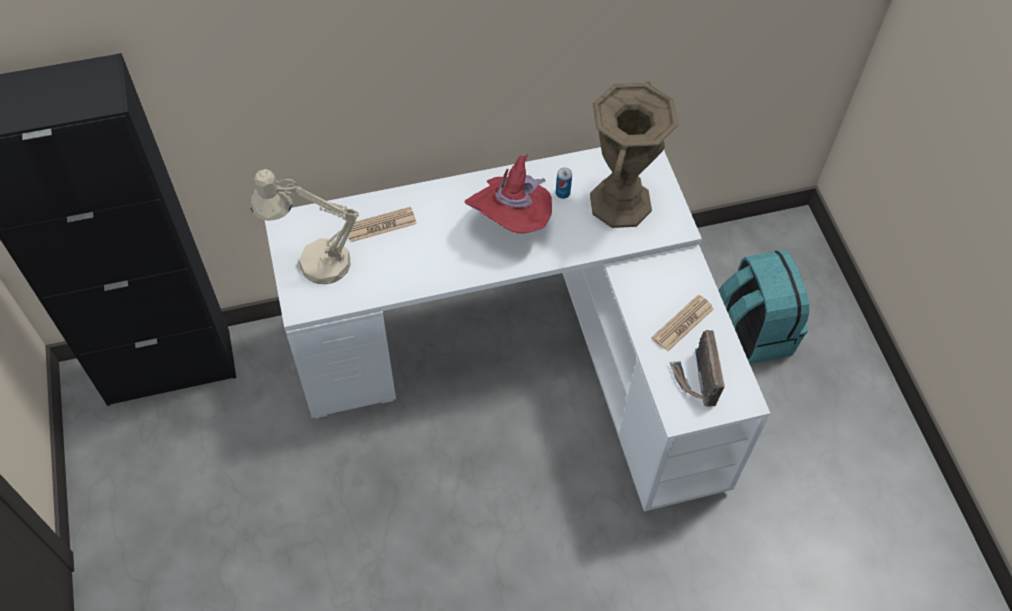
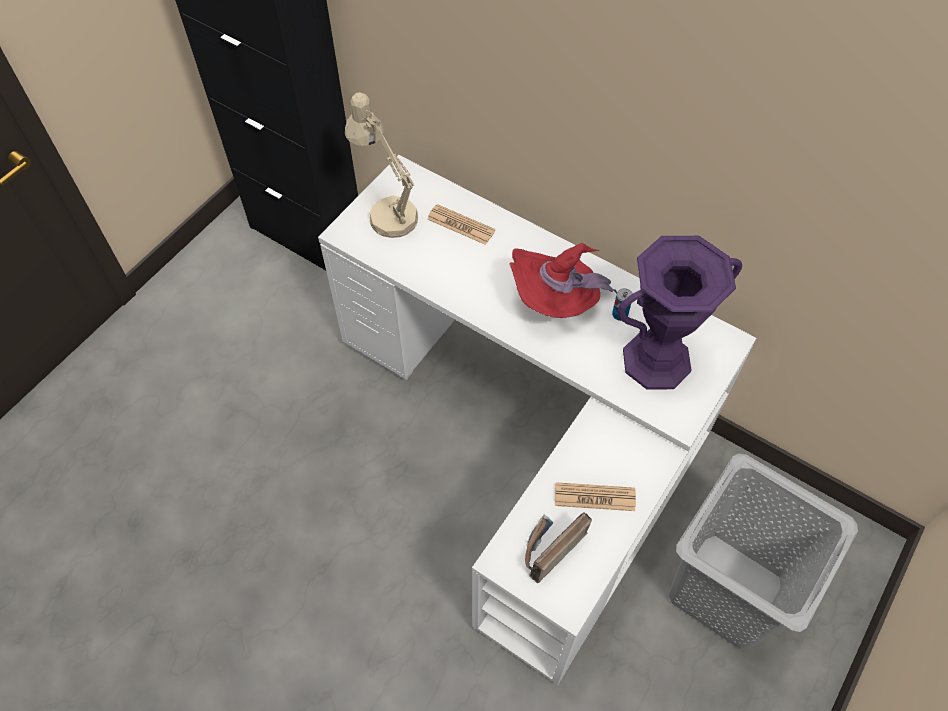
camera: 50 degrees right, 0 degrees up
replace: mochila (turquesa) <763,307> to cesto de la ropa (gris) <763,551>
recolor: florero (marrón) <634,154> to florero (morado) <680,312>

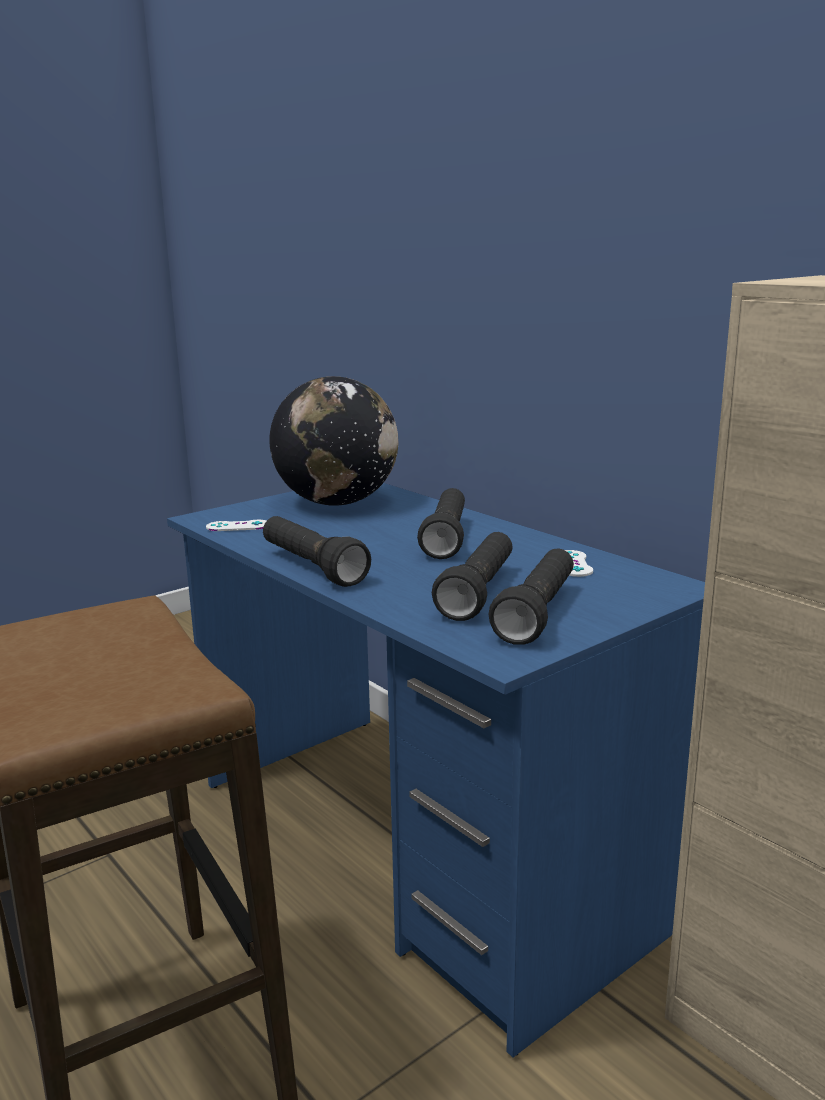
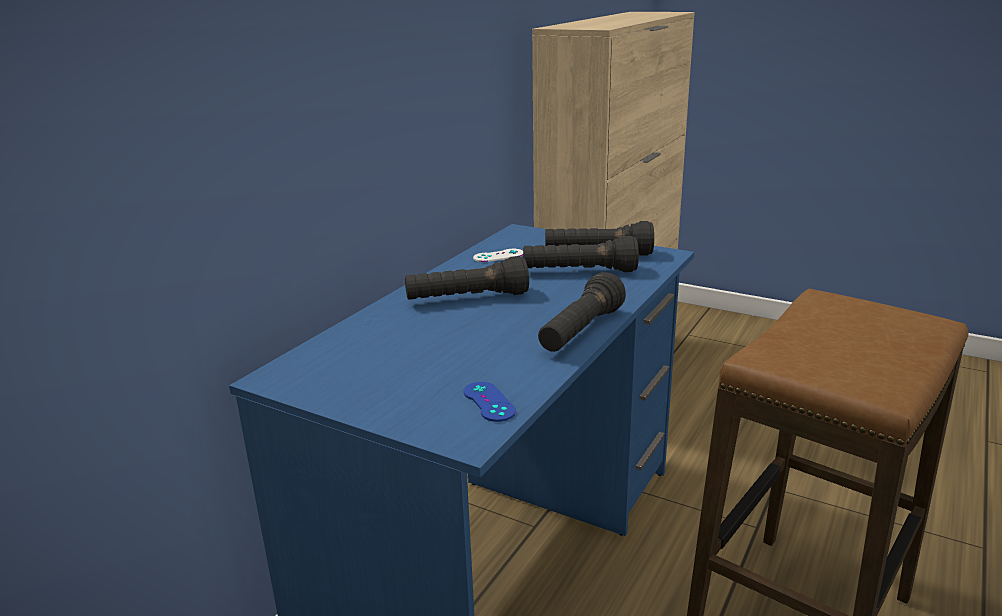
camera: 110 degrees left, 5 degrees up
delete: globo terráqueo <333,441>
recolor: mando de consola (blanco) <236,525> to mando de consola (azul) <490,402>

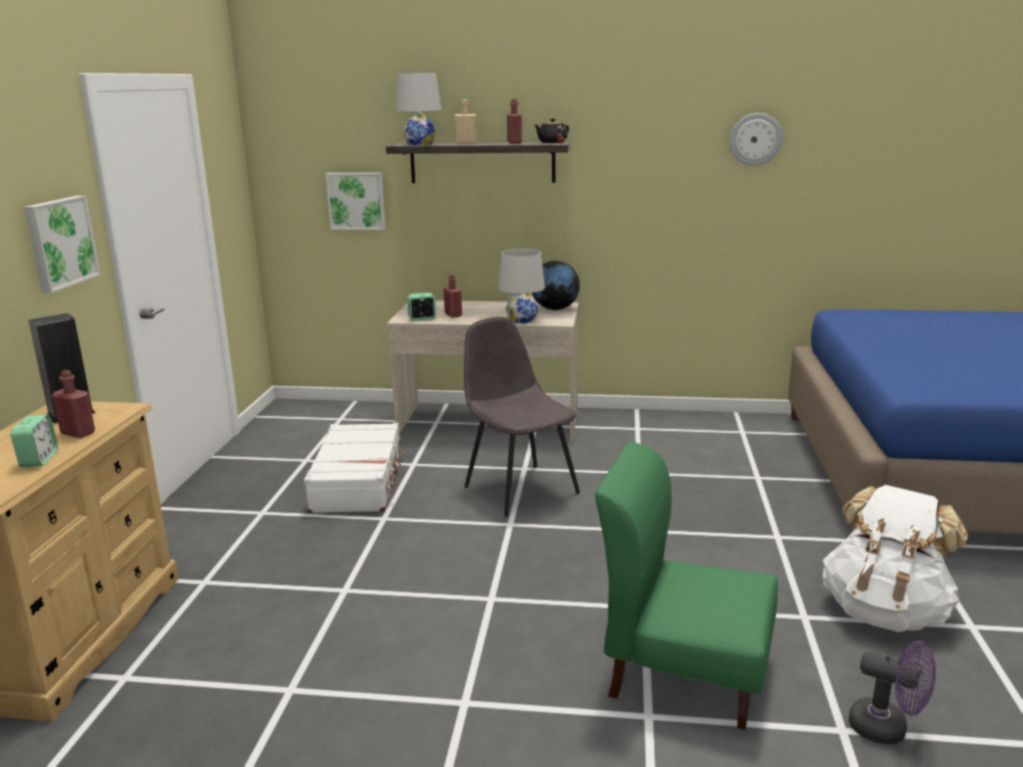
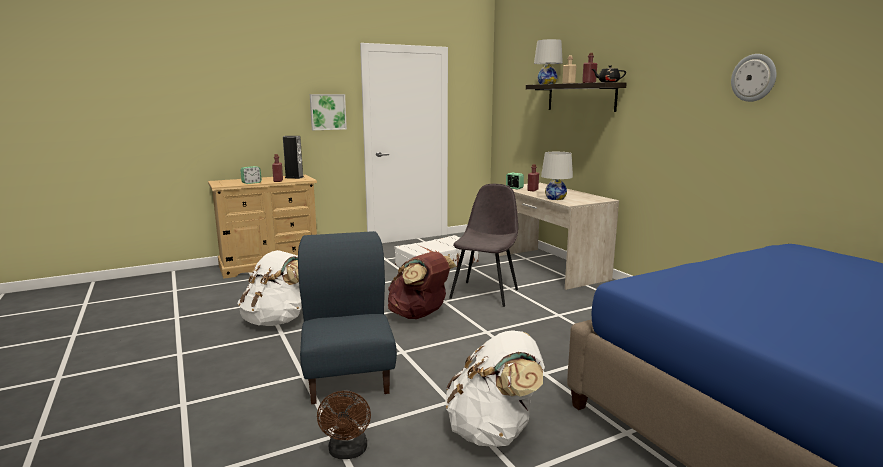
camera: 55 degrees right, 5 degrees down
delete: cuadro <356,201>; globo terráqueo <556,285>
insert: mochila (blanco) <269,288>; mochila (marrón) <422,285>
recolor: silla (verde) <686,586> to silla (azul) <347,317>; ventilador (morado) <892,692> to ventilador (marrón) <344,424>

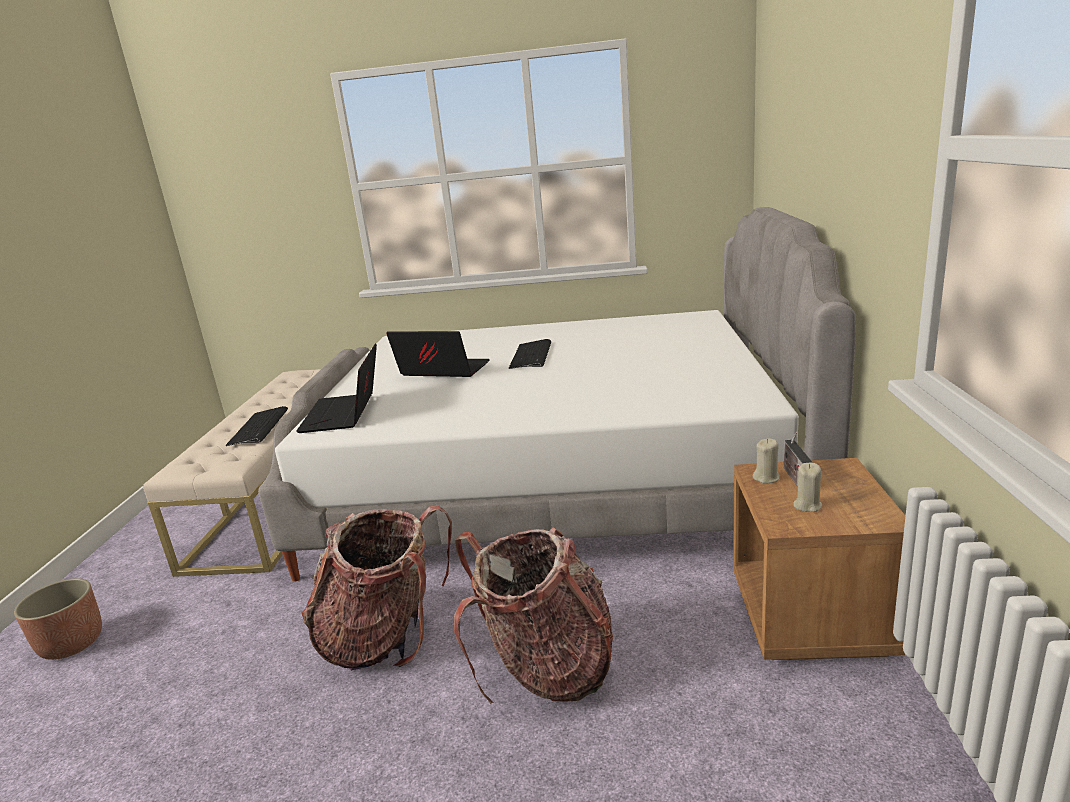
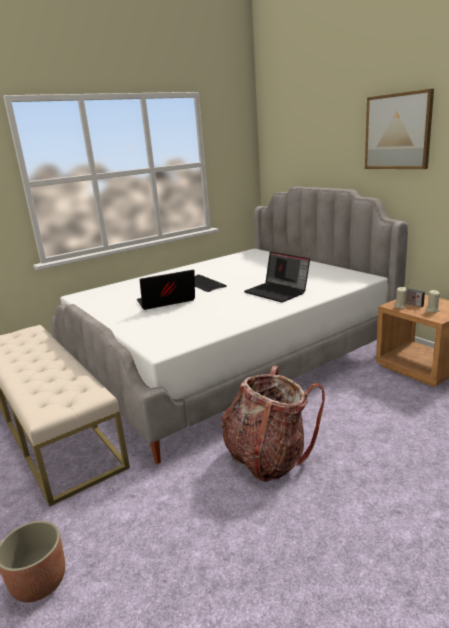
camera: 40 degrees left, 0 degrees up
delete: teclado <256,426>; mochila <533,615>
insert: cuadro <399,129>
move: portátil <336,388> to <277,277>

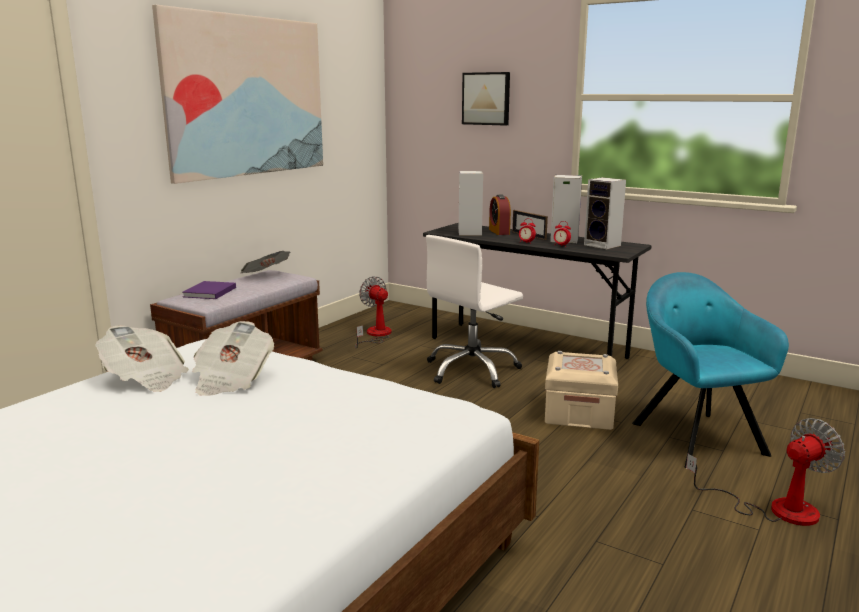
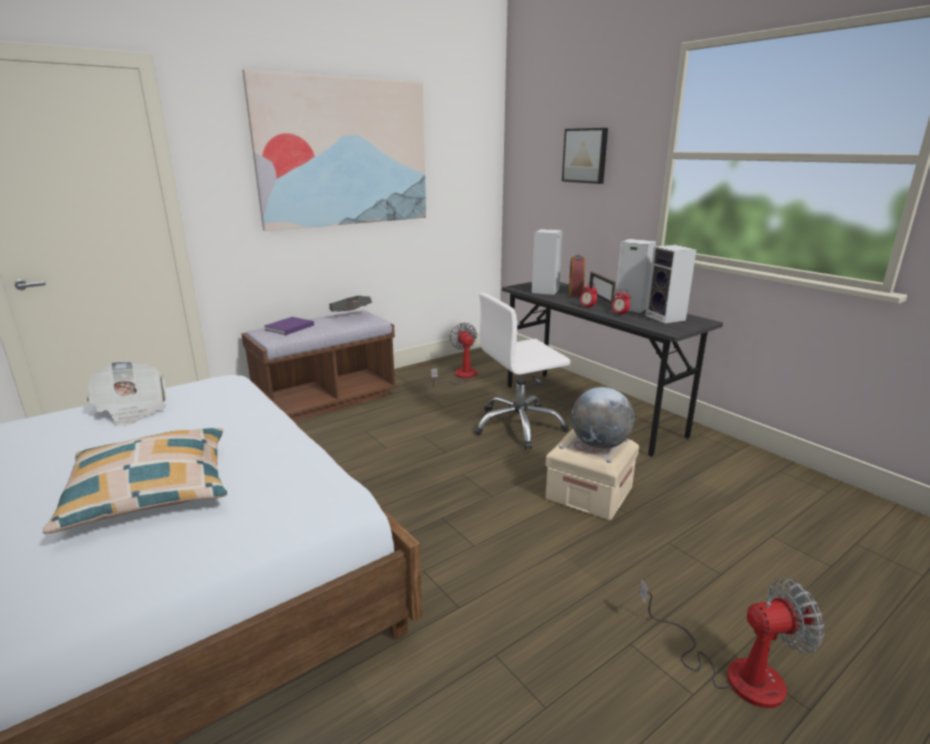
camera: 20 degrees right, 5 degrees up
delete: periódico <233,358>; sillón (turquesa) <710,370>
insert: cojín <135,481>; globo terráqueo <603,418>

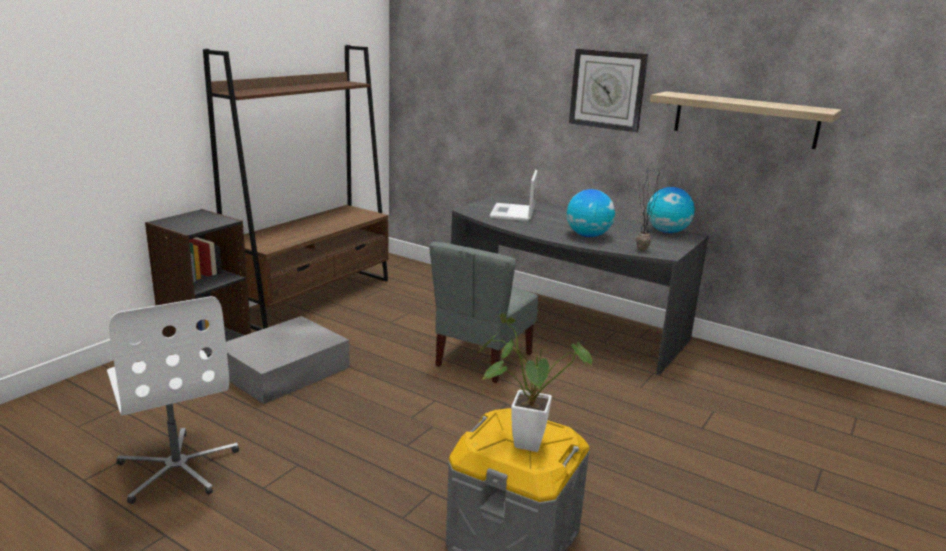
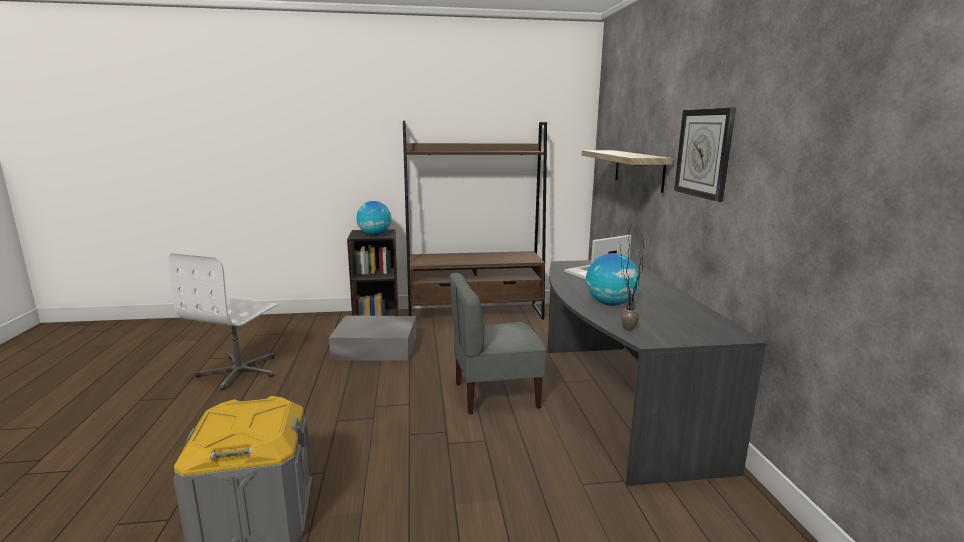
camera: 50 degrees right, 5 degrees down
delete: planta en maceta <535,382>
move: globo terráqueo <670,210> to <373,218>; estante <745,120> to <627,171>

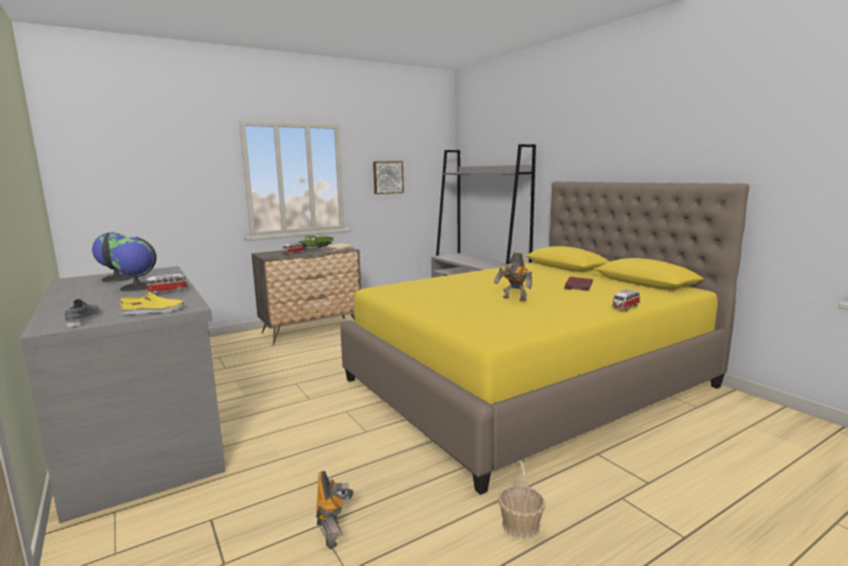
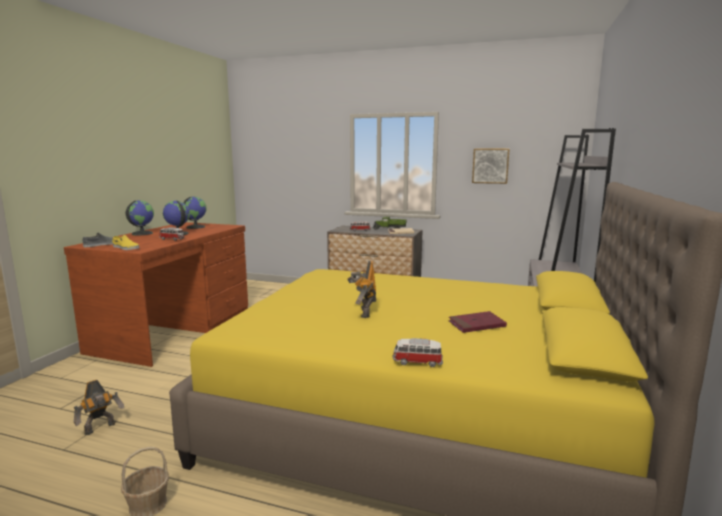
camera: 50 degrees right, 0 degrees up
insert: globo terráqueo <140,218>
recolor: escritorio (gris) <123,394> to escritorio (marrón) <156,294>

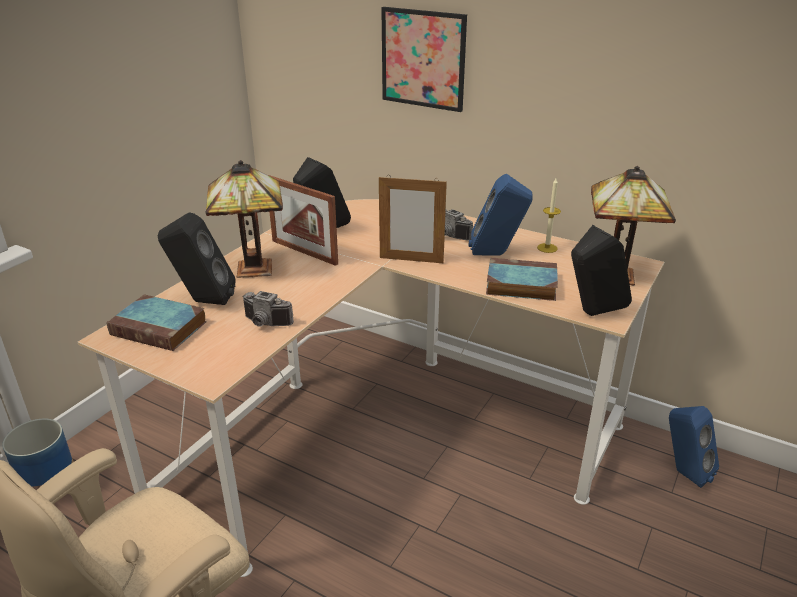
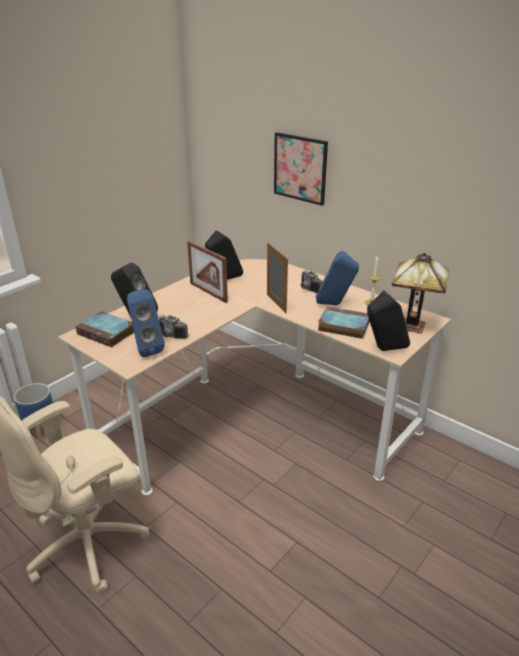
camera: 10 degrees right, 0 degrees up
delete: lámpara de mesa <244,219>
move: altavoz (azul) <694,447> to <146,323>
rotate: portarretratos <413,219> = <277,278> 135 degrees counterclockwise

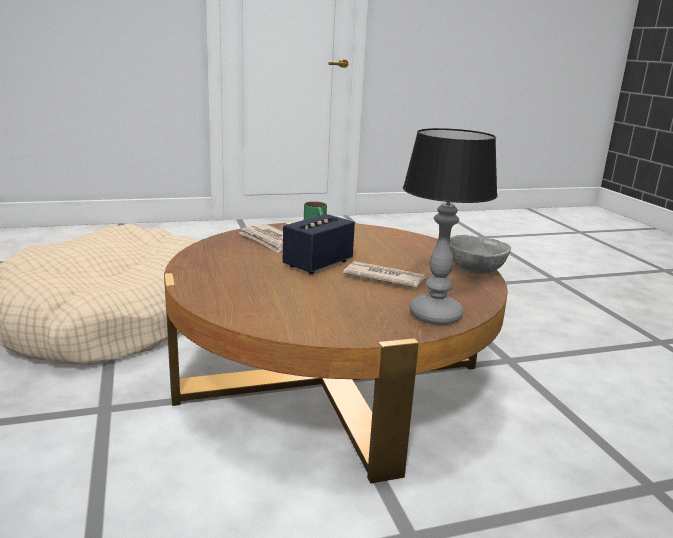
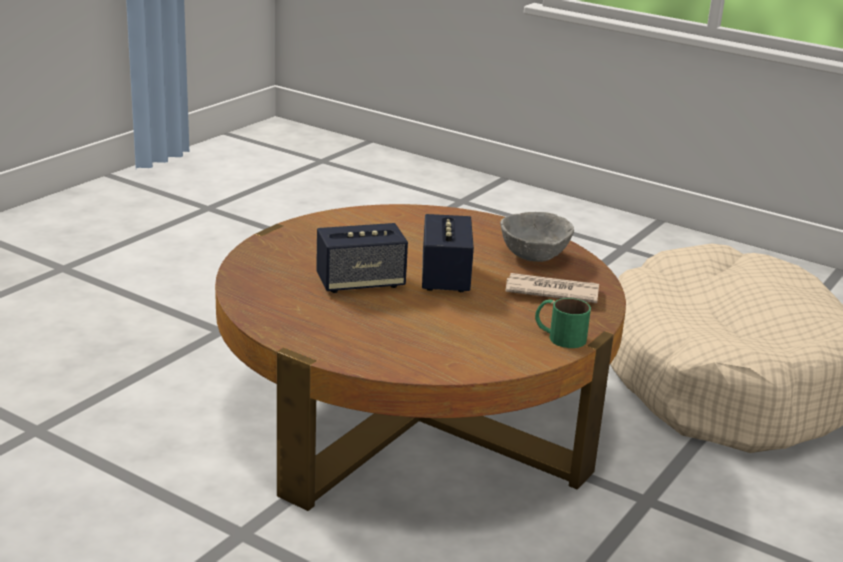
camera: 140 degrees right, 5 degrees up
delete: lámpara de mesa <450,226>
move: cuenco (gris) <480,254> to <537,237>
replace: periódico <384,274> to altavoz <362,258>

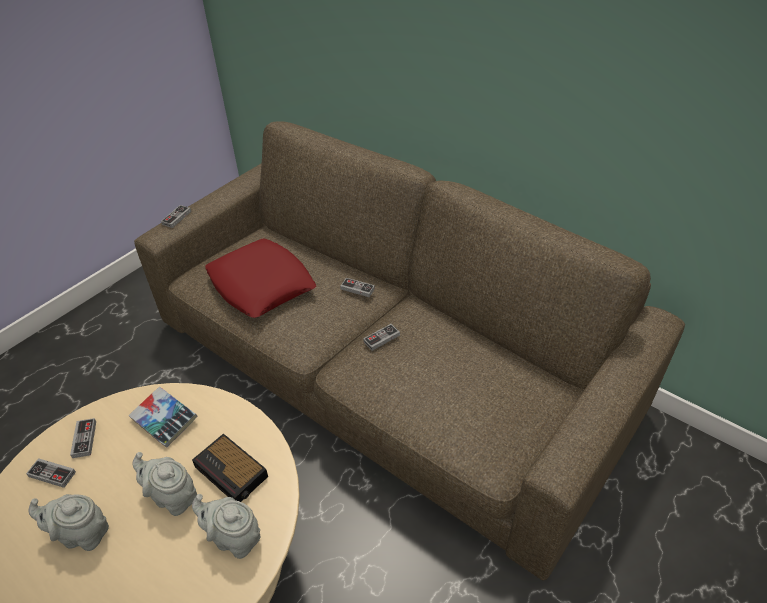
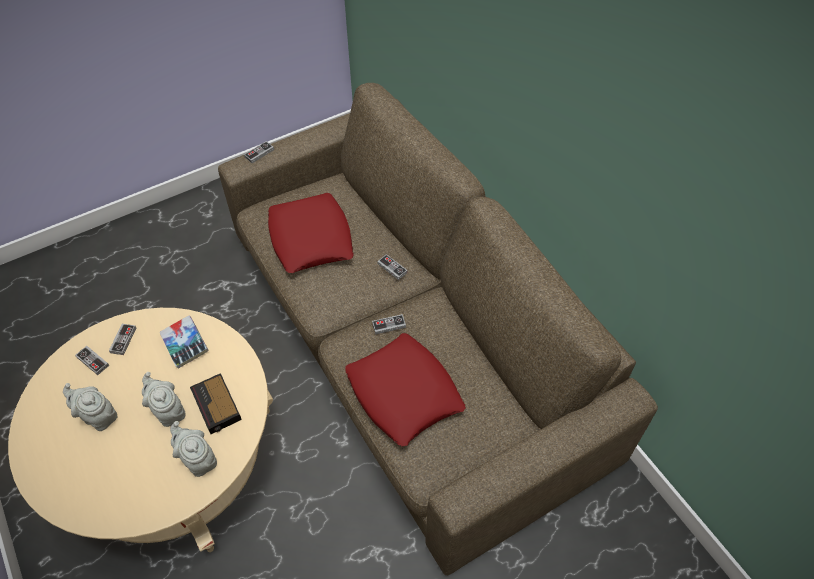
camera: 20 degrees right, 10 degrees up
insert: cojín (rojo) <405,390>

